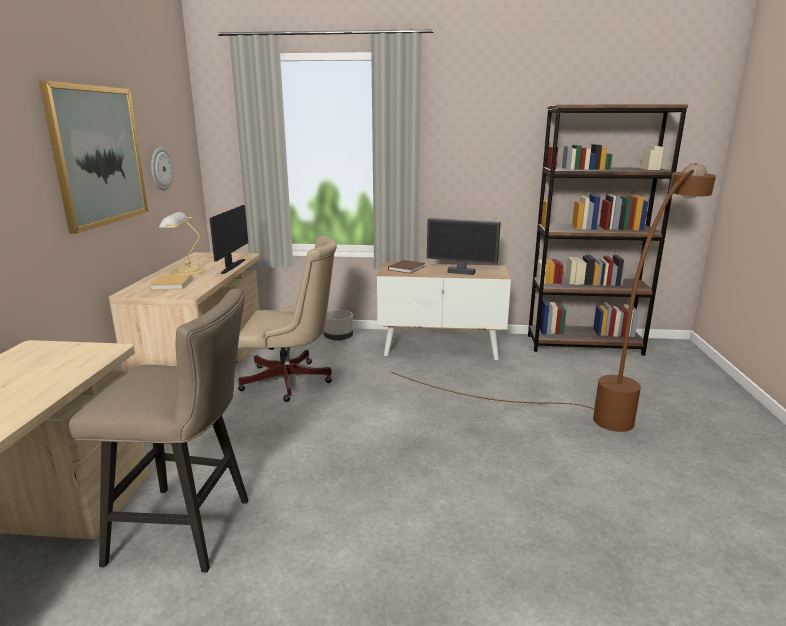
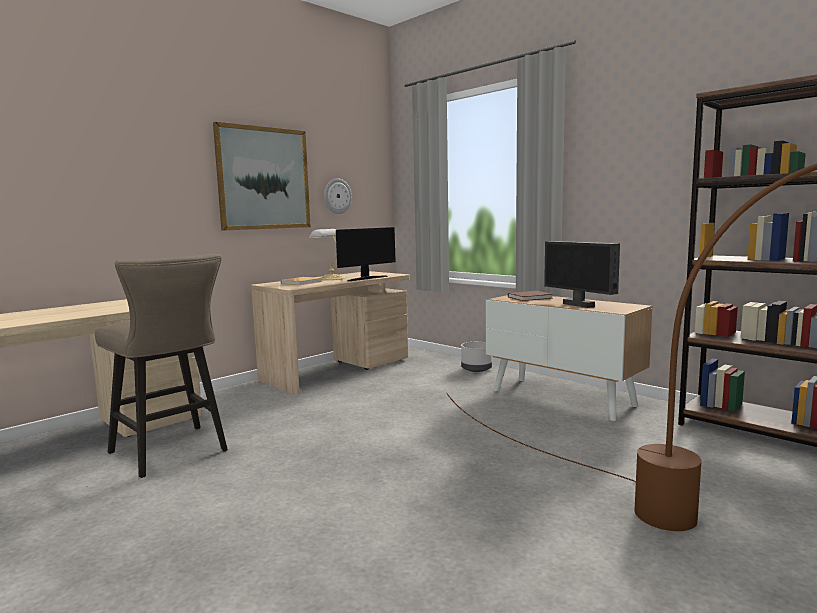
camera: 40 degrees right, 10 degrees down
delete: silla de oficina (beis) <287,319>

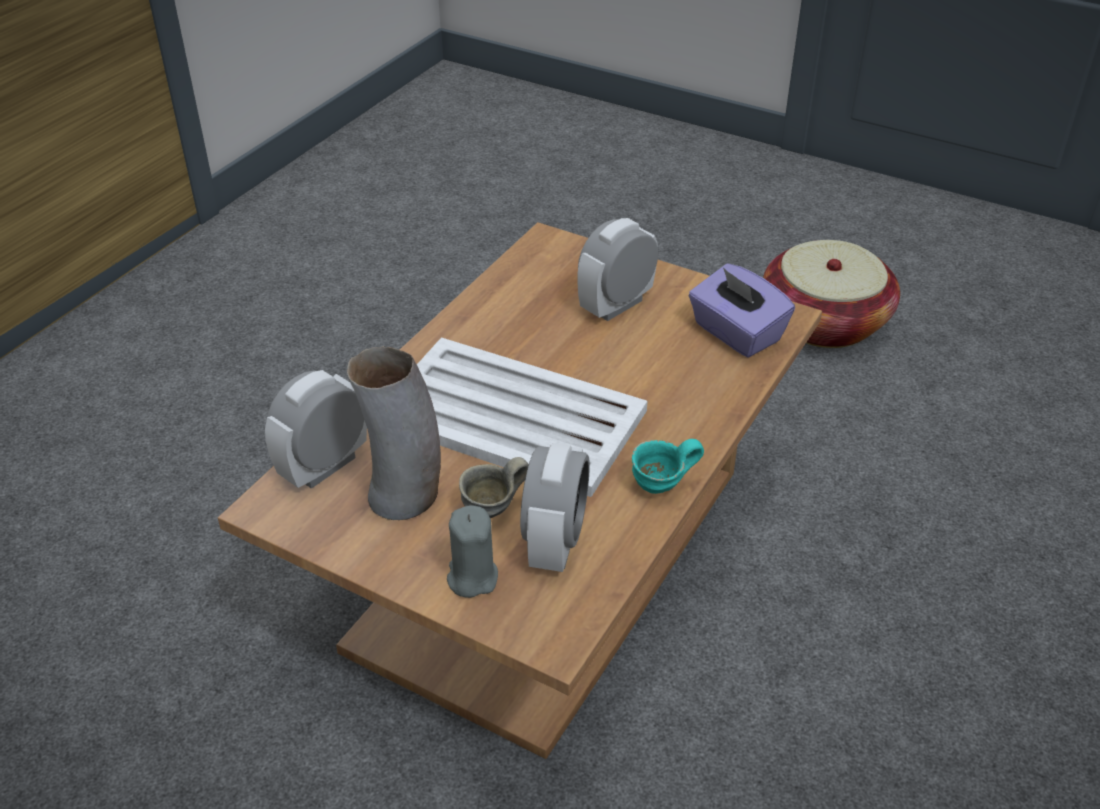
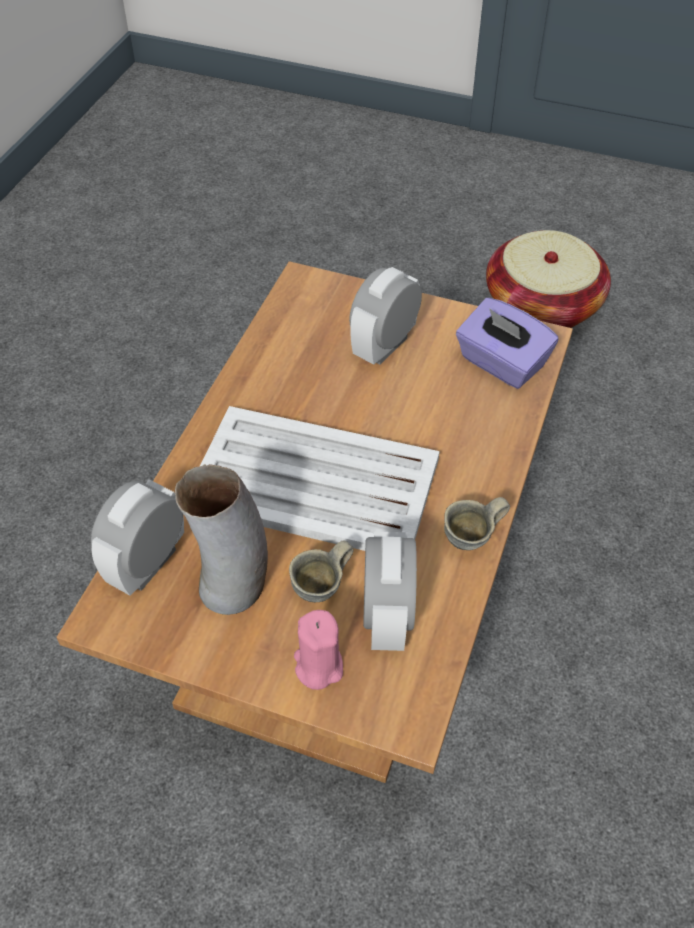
camera: 10 degrees left, 10 degrees up
recolor: vela (gris) <472,551> to vela (rosa) <318,650>; taza grande (turquesa) <668,466> to taza grande (gris) <477,523>

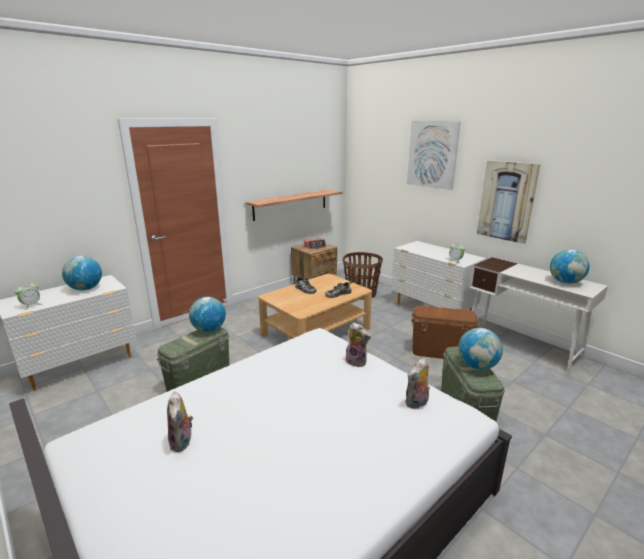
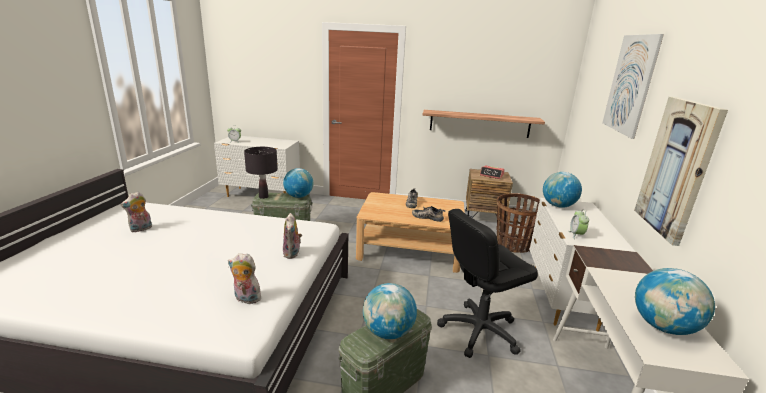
camera: 50 degrees right, 0 degrees up
insert: lámpara de mesa (negro) <261,173>
move: globo terráqueo <82,273> to <562,190>
replace: caja de almacenaje (marrón) <445,332> to silla de oficina (negro) <487,283>

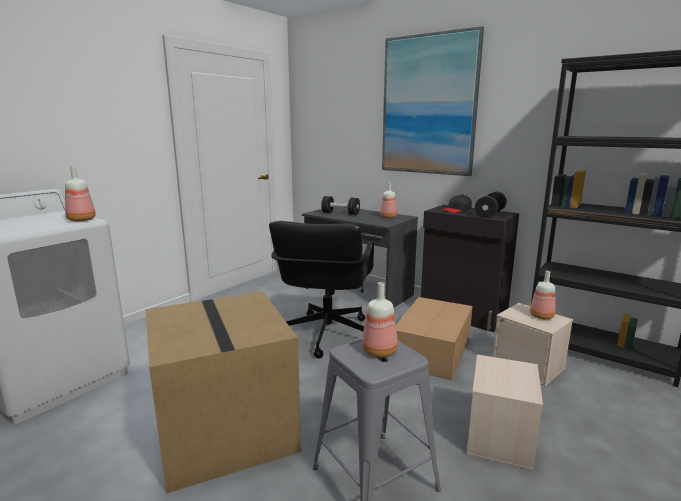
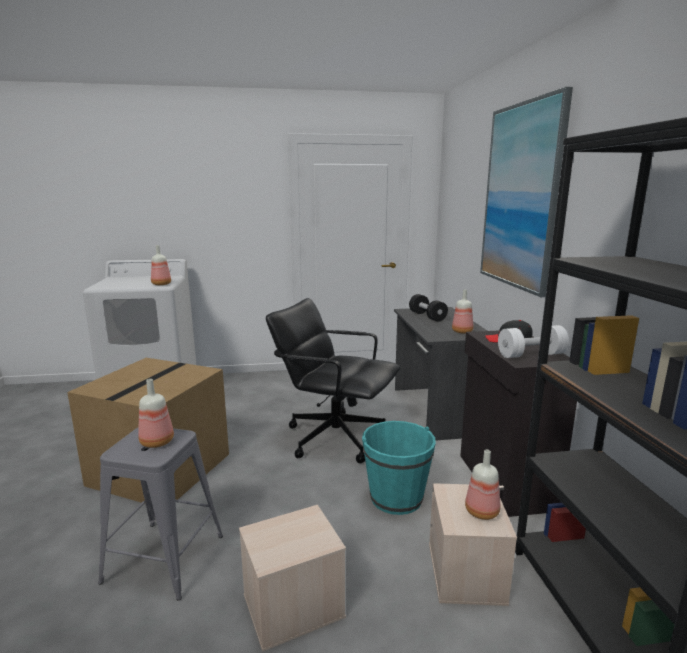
camera: 45 degrees right, 0 degrees up
replace: caja de cartón <434,338> to cubo (turquesa) <399,468>
recolor: mancuerna (negro) <491,205> to mancuerna (blanco) <533,341>
rotate: silla de oficina (negro) <321,289> = <333,380> 60 degrees clockwise

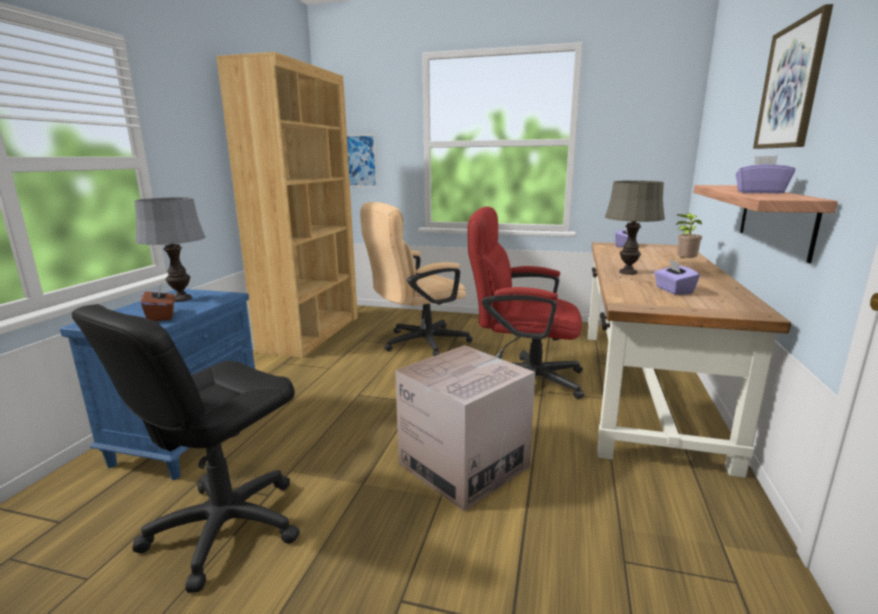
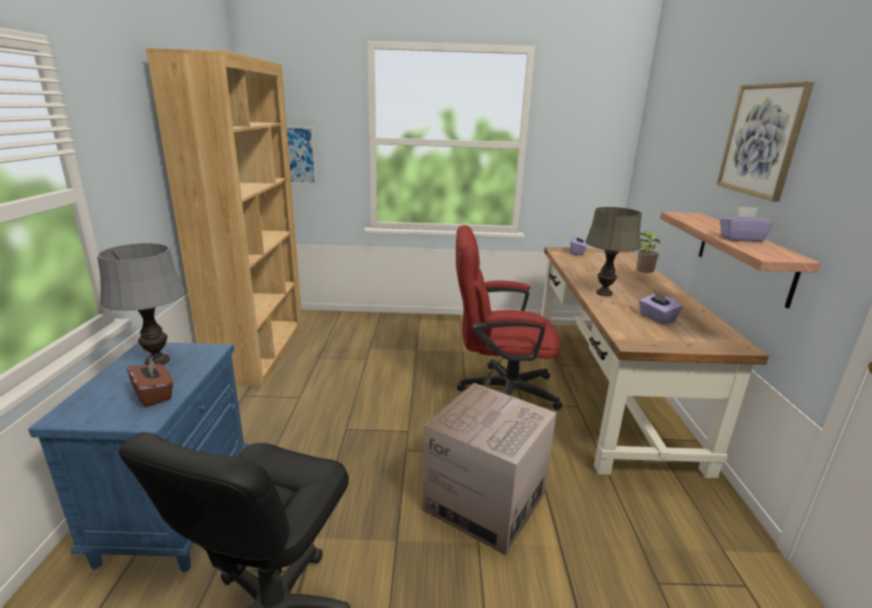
camera: 15 degrees left, 5 degrees up
delete: silla de oficina (beis) <416,279>

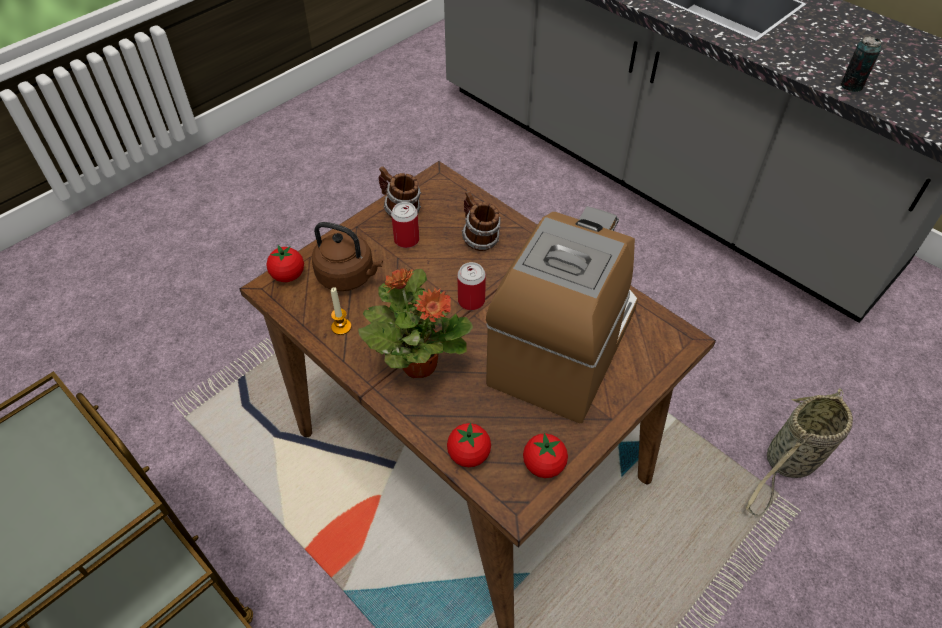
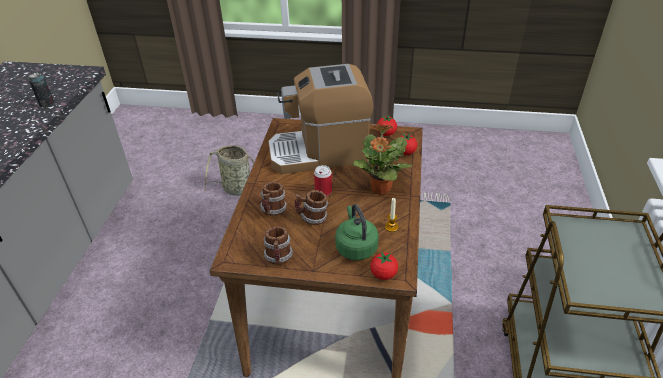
camera: 125 degrees left, 10 degrees down
delete: lata <405,225>
insert: taza grande <311,207>
recolor: hervidor (marrón) <347,256> to hervidor (verde) <357,232>

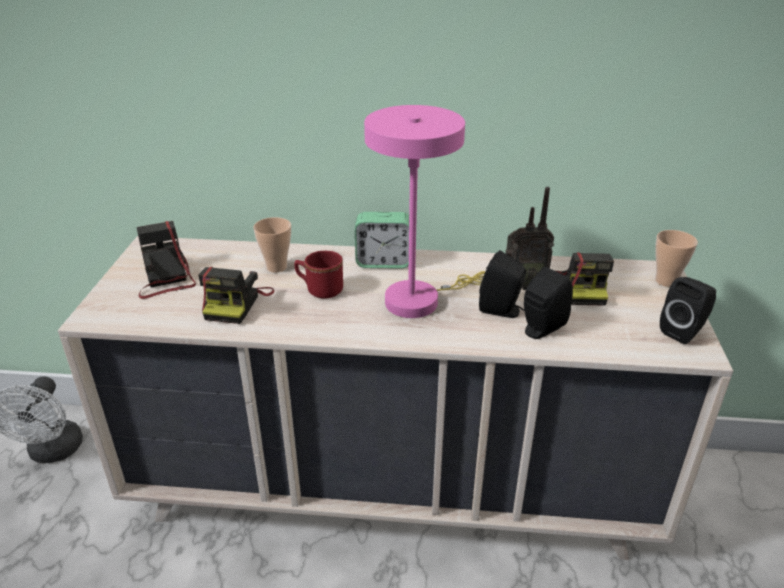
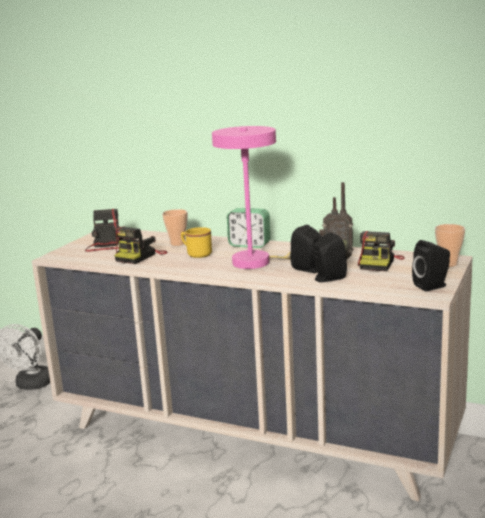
camera: 20 degrees right, 15 degrees down
recolor: taza grande (rojo) <318,275> to taza grande (amarillo) <196,242>

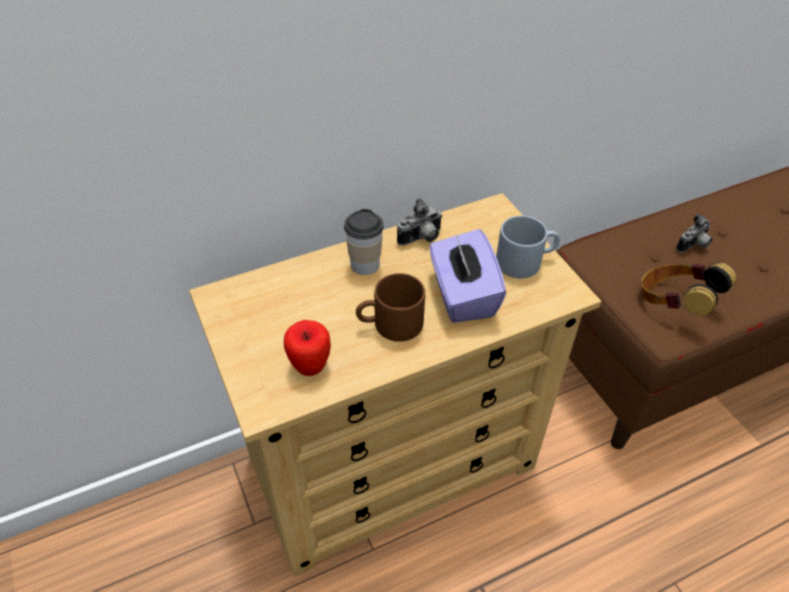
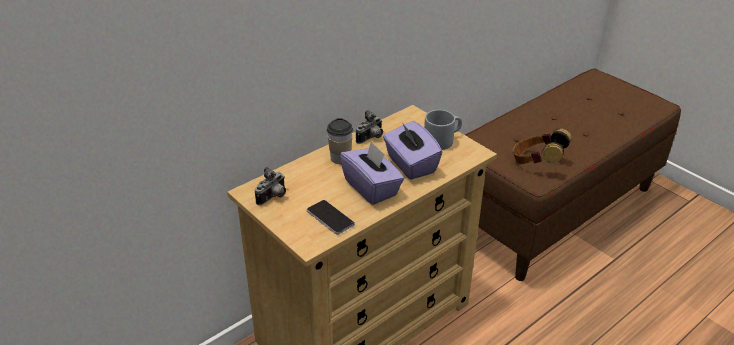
camera: 15 degrees left, 10 degrees down
move: cámara <694,233> to <270,186>
replace: manzana <307,348> to móvil <331,217>; taza grande (marrón) <390,307> to caja de pañuelos (morado) <372,173>

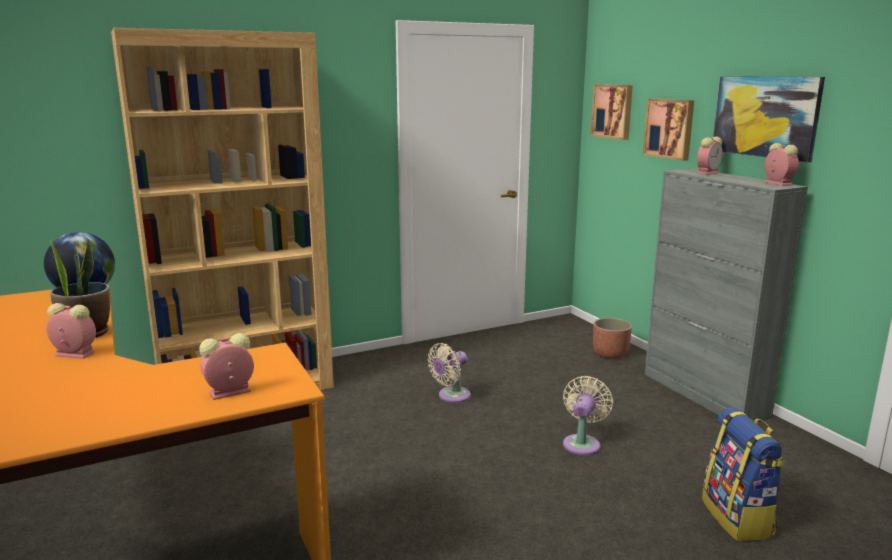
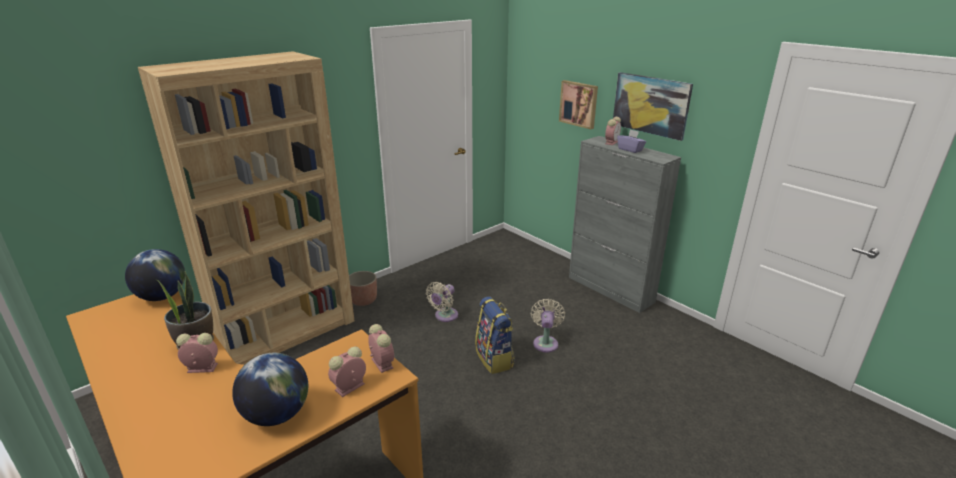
camera: 15 degrees left, 10 degrees up
delete: cuadro <611,112>
insert: globo terráqueo <270,389>; caja de pañuelos (morado) <631,141>
move: maceta <612,338> to <363,288>; mochila <743,474> to <495,335>; despertador <781,164> to <381,348>

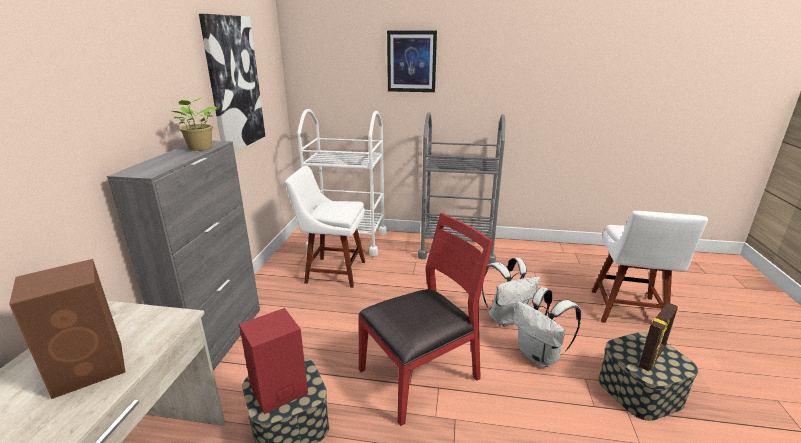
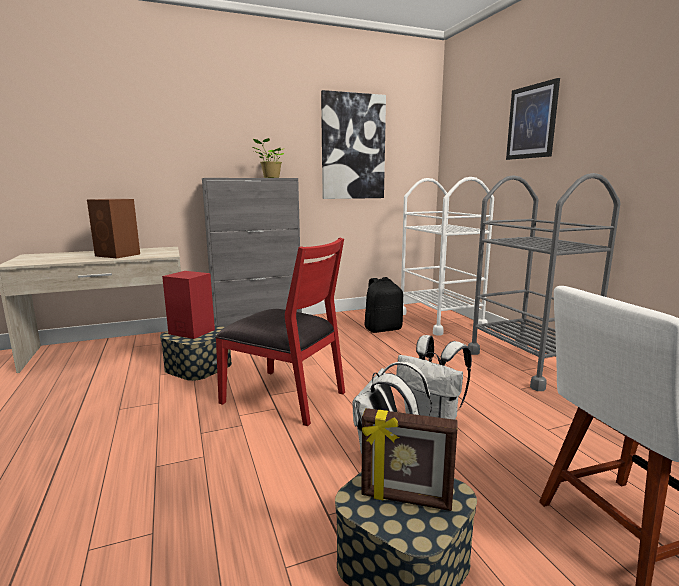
camera: 60 degrees right, 10 degrees down
replace: silla (blanco) <325,226> to mochila (negro) <383,305>

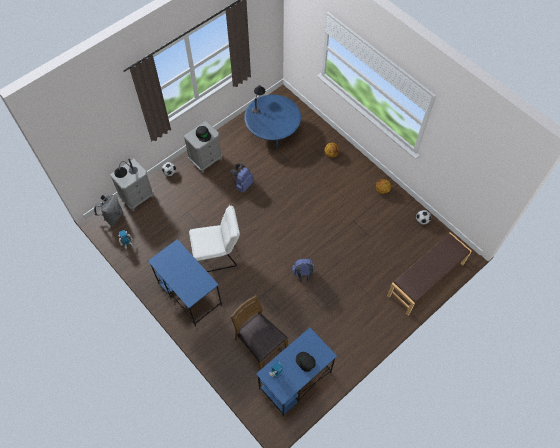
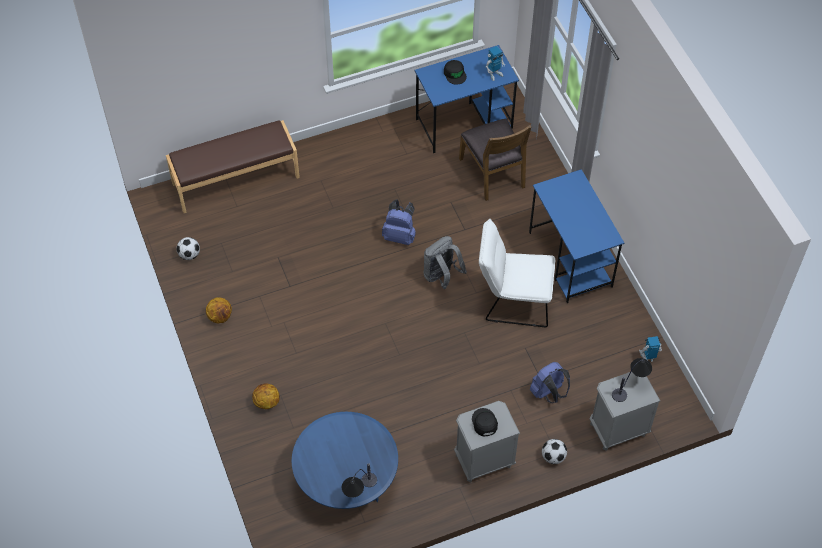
camera: 160 degrees left, 5 degrees down
move: mochila (gris) <108,209> to <445,262>; mochila (azul) <242,177> to <550,382>

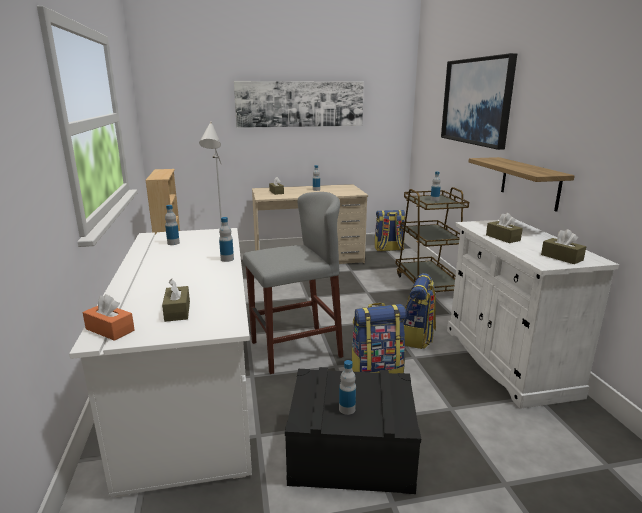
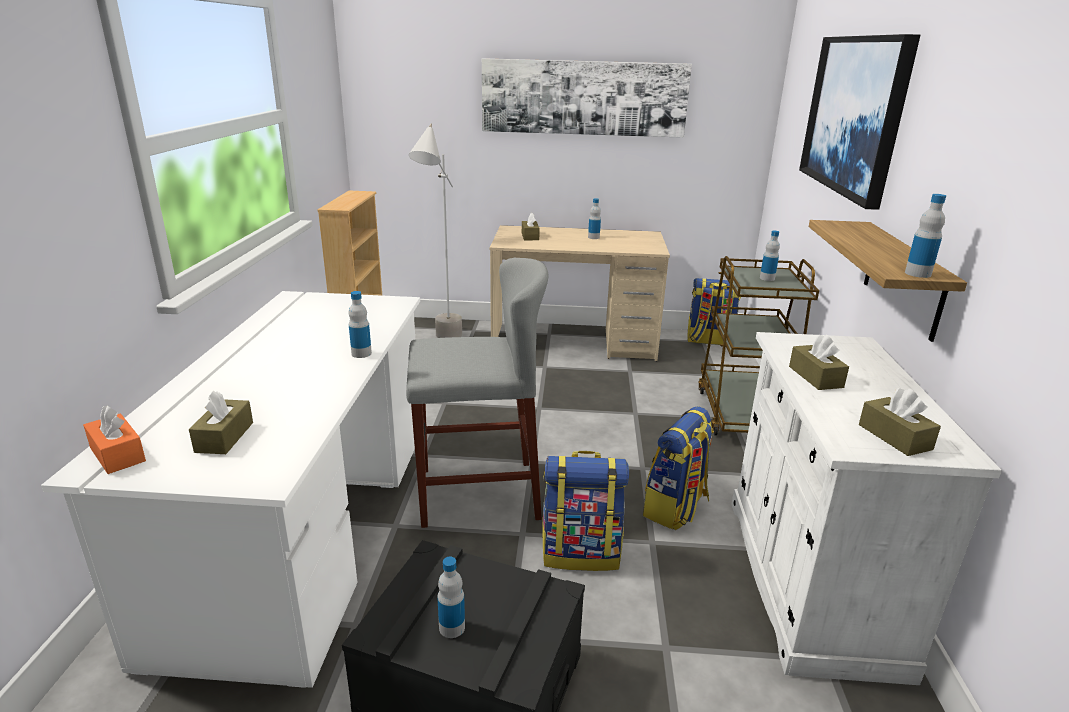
camera: 15 degrees right, 5 degrees up
move: botella <172,225> to <925,236>

